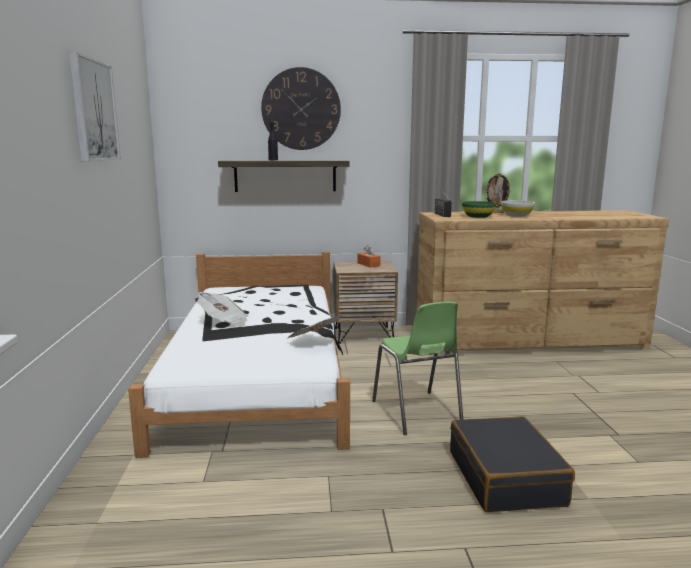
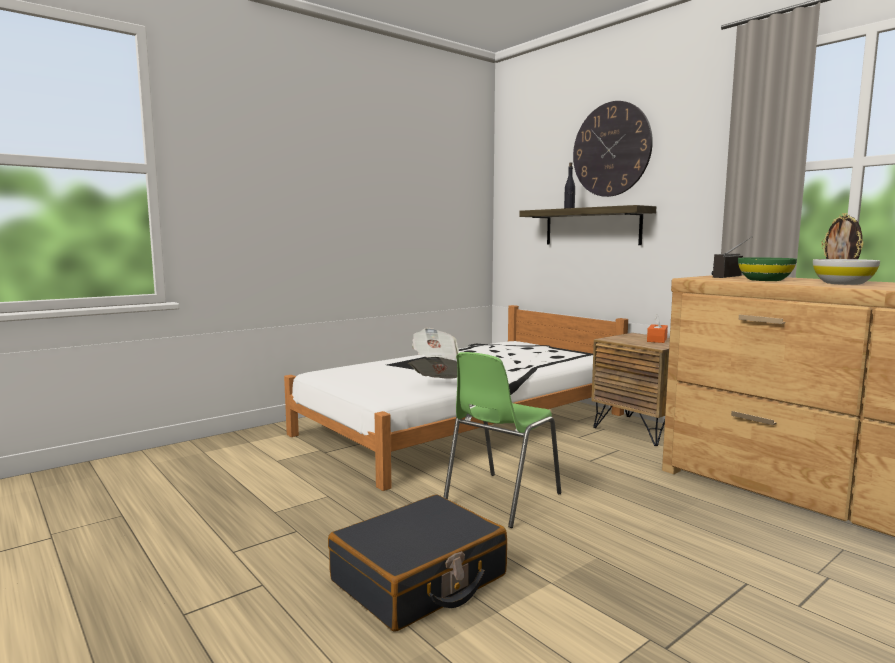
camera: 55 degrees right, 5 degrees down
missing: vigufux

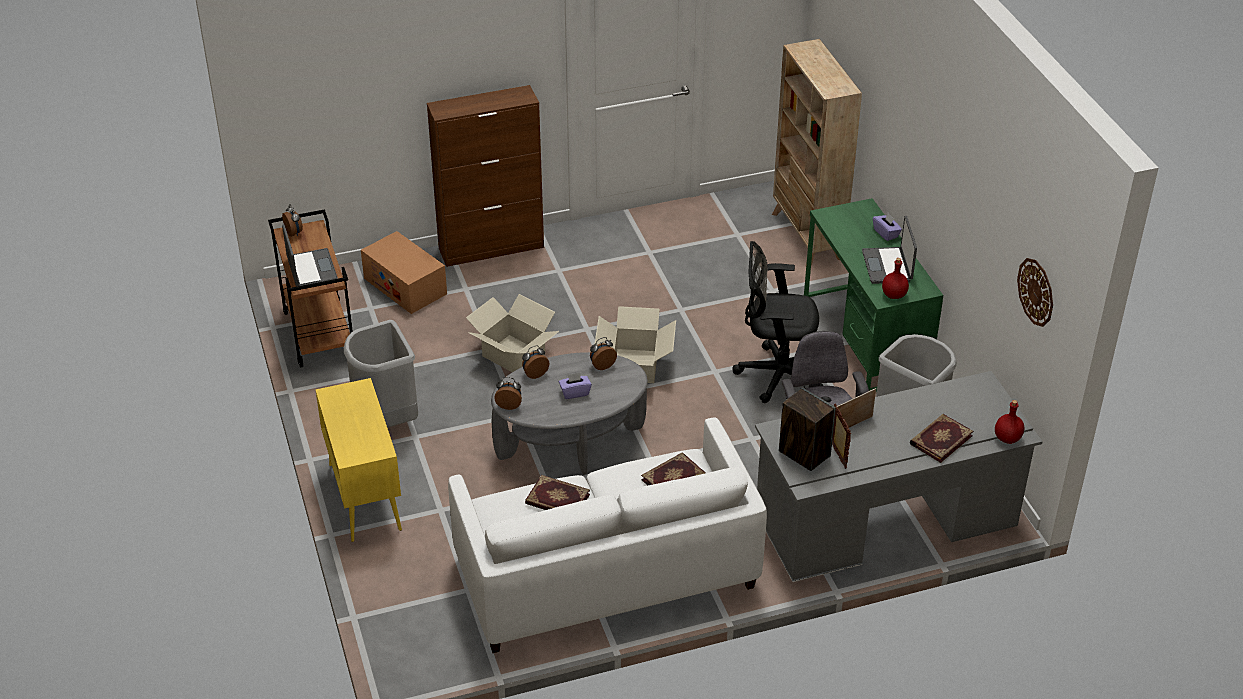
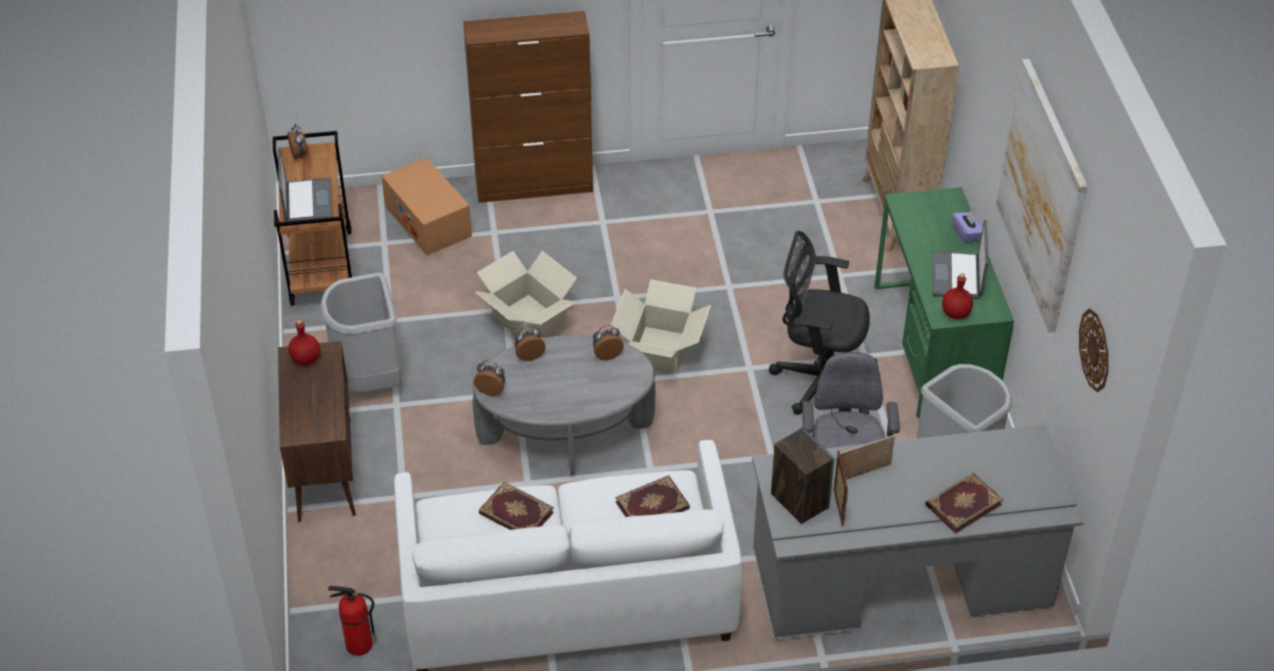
camera: 10 degrees right, 5 degrees up
missing: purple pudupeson (no. 1 from left)
appeared: vigufux; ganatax
relocated: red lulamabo (no. 2 from left in the first image) to red lulamabo (no. 1 from left)
colour: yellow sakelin to brown sakelin (no. 1 from left)

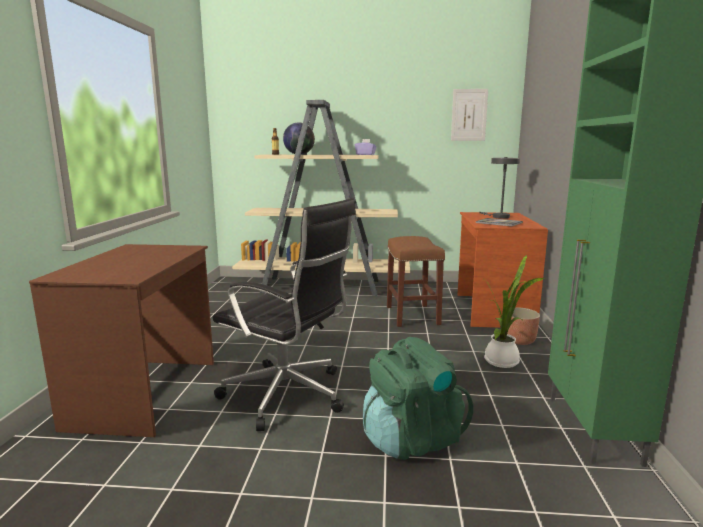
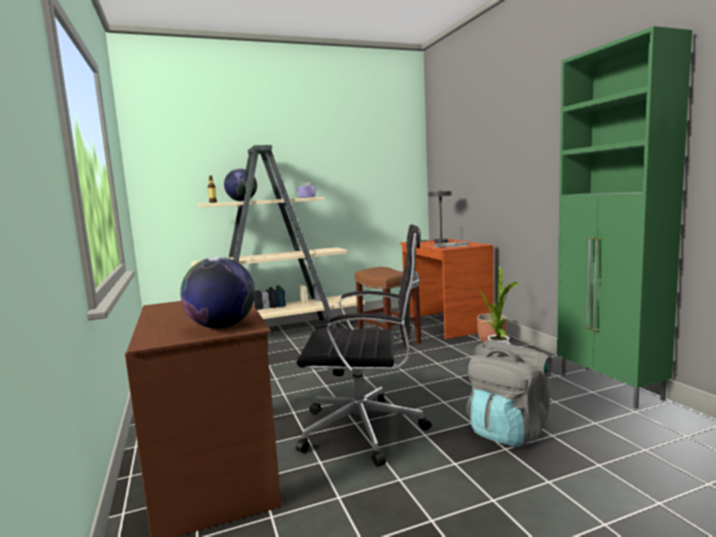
camera: 25 degrees left, 5 degrees down
missing: vigufux
appeared: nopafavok (no. 1 from left)
colour: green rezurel to grey rezurel

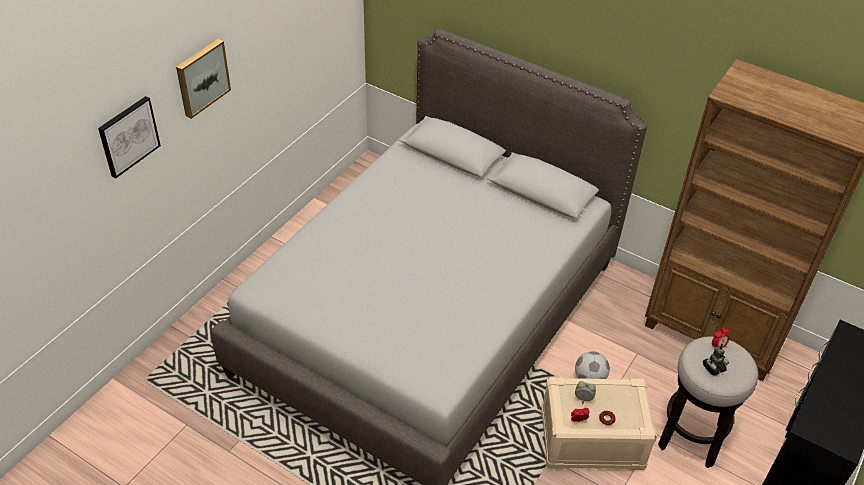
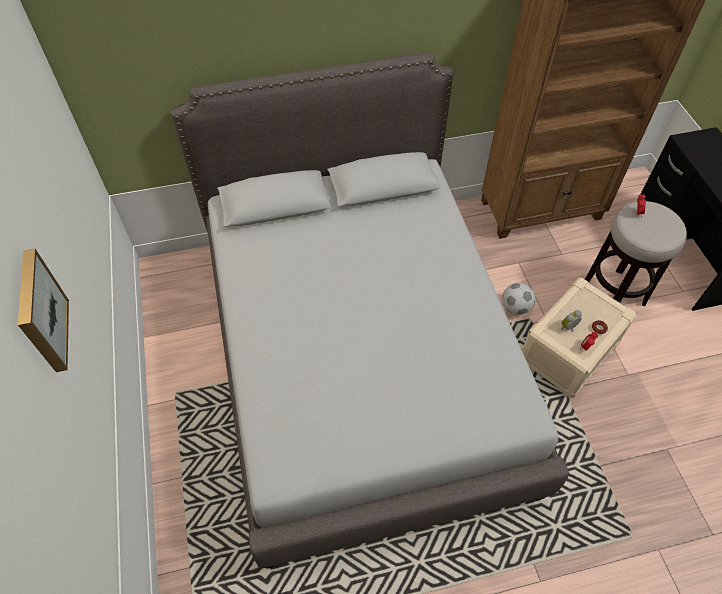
camera: 45 degrees left, 10 degrees up
missing: vigufux (no. 1 from left); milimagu

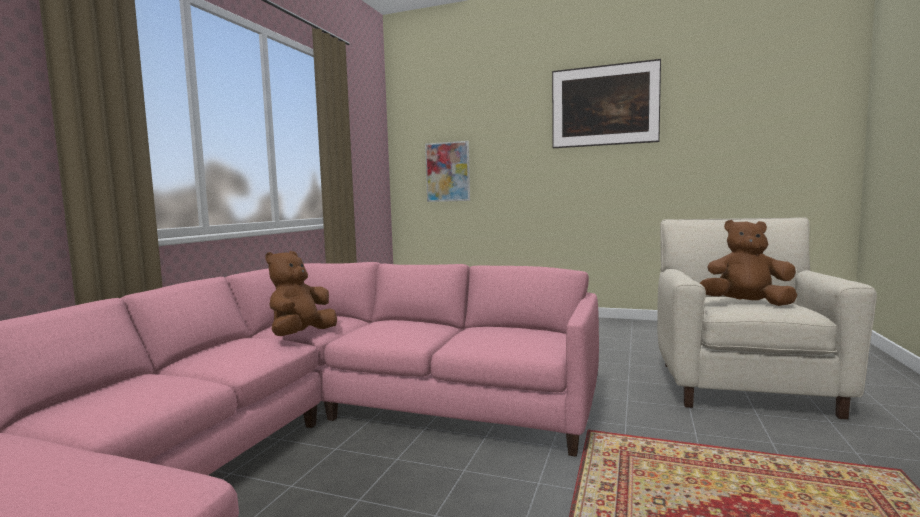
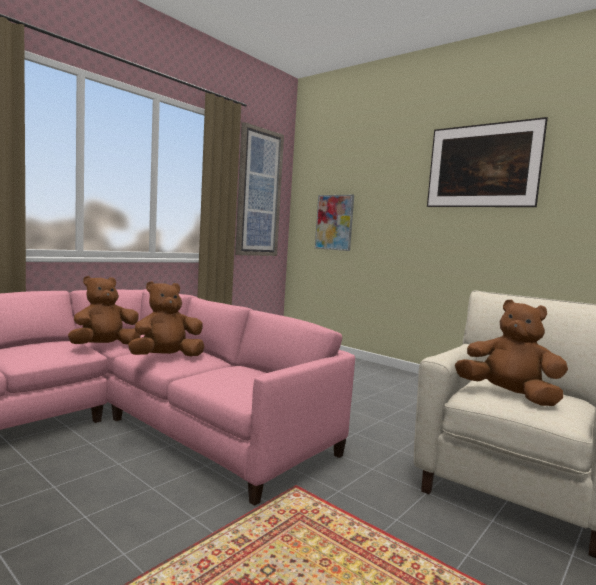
camera: 20 degrees right, 0 degrees up
appeared: vigufux (no. 1 from left); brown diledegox (no. 2 from left)

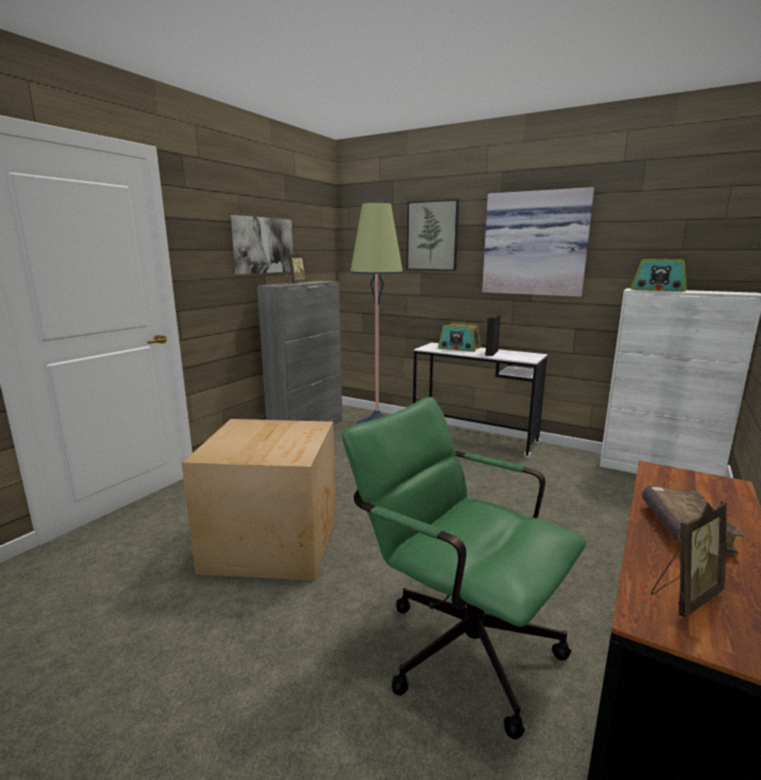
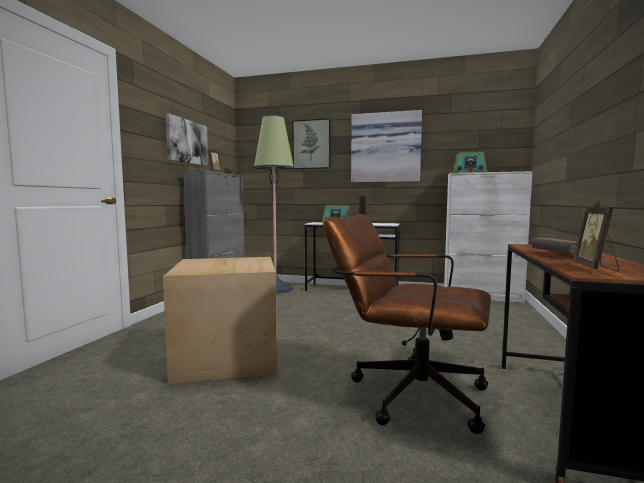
camera: 15 degrees left, 10 degrees down
colour: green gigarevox to brown gigarevox
spun: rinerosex (no. 2 from left) 150 degrees clockwise

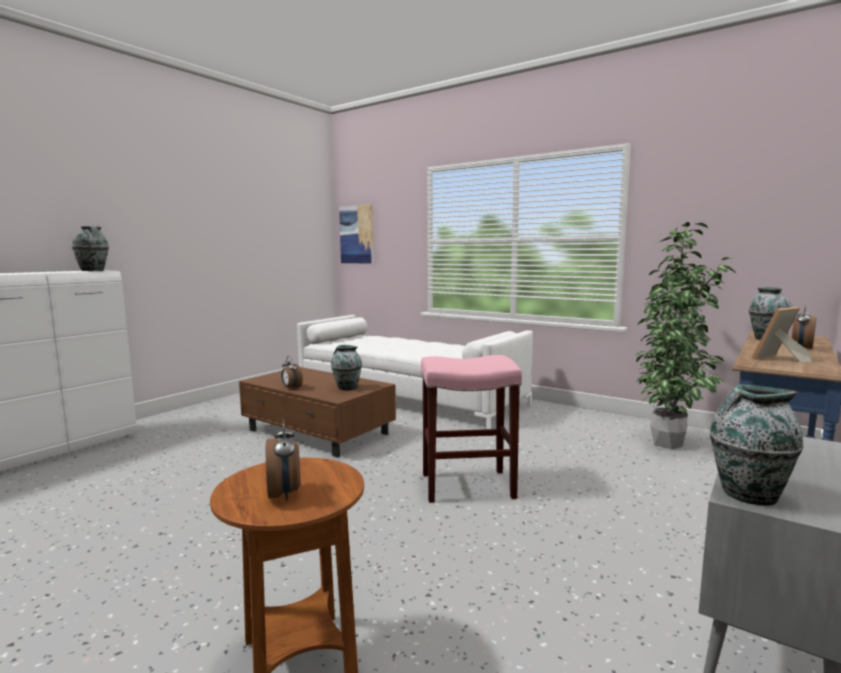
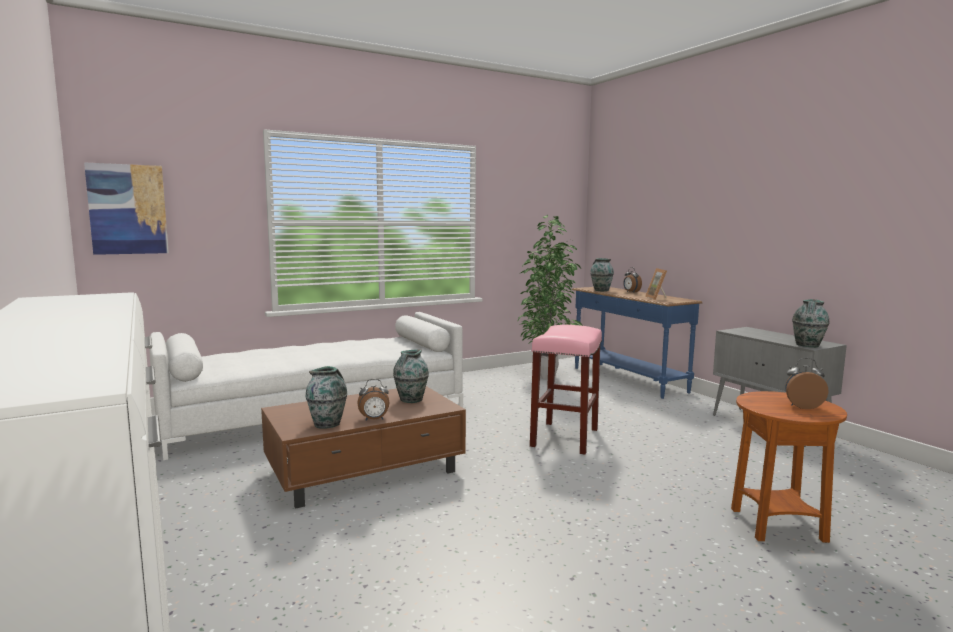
camera: 65 degrees left, 0 degrees up
relocated: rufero (no. 1 from left)

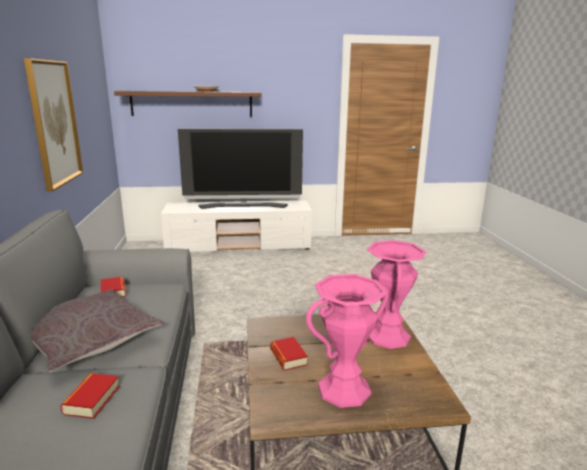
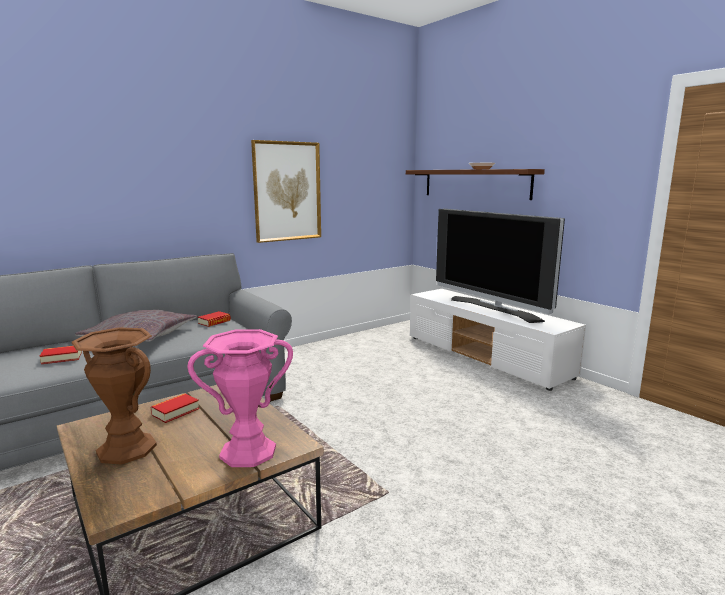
camera: 60 degrees right, 5 degrees down
colour: pink rufero (no. 1 from left) to brown rufero

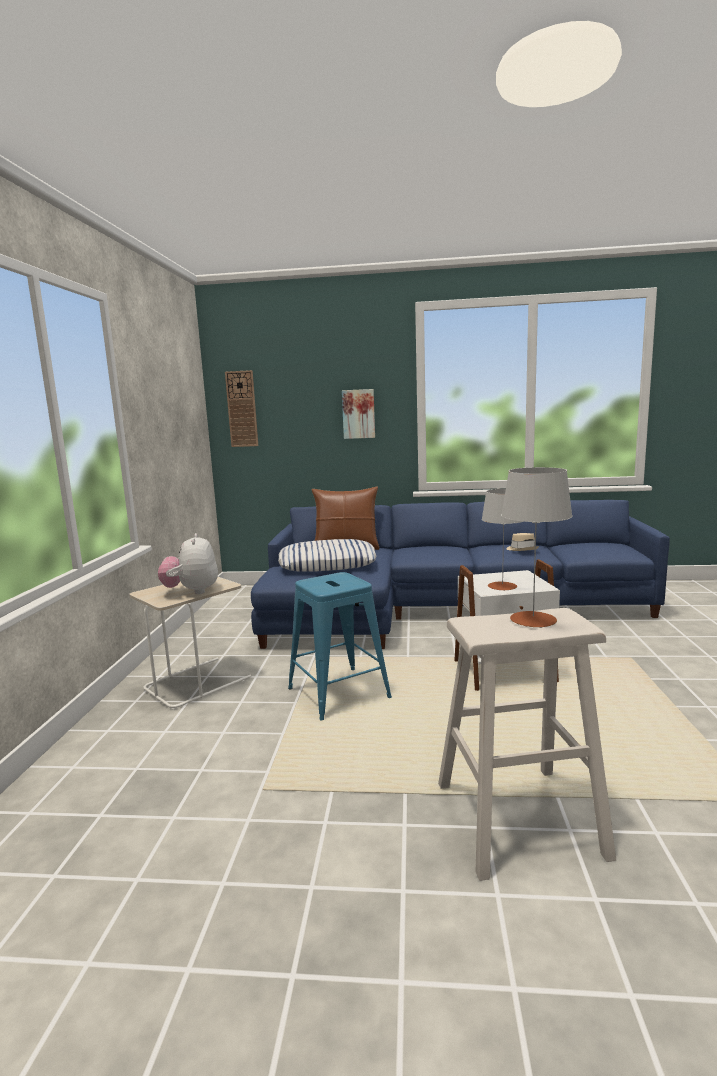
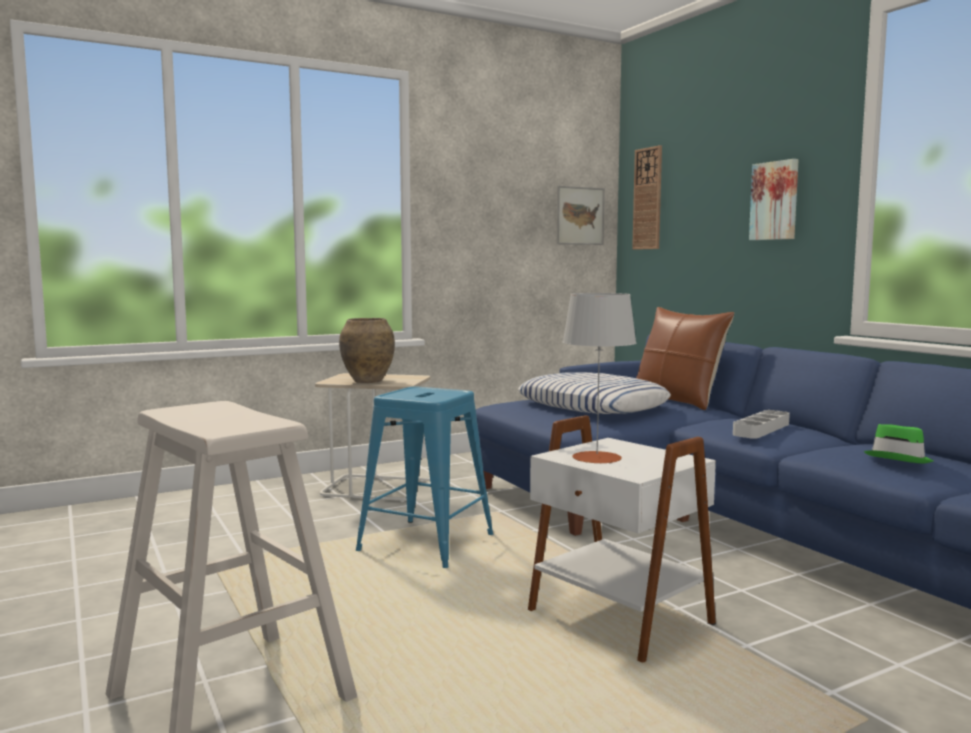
camera: 55 degrees right, 5 degrees down
missing: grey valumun (no. 2 from left)
appeared: vigufux (no. 1 from left); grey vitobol
exchanged: diledegox to brown rufero
colour: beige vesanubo to green vesanubo

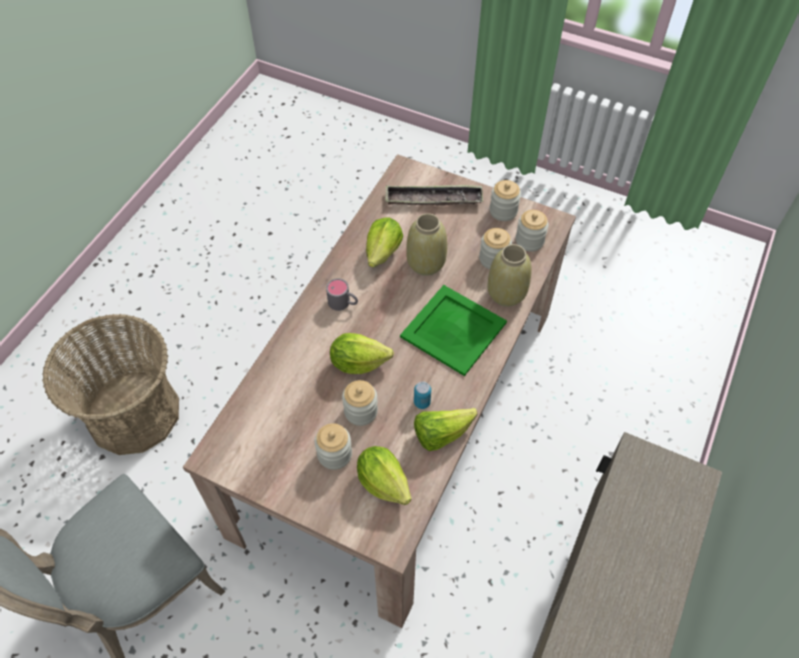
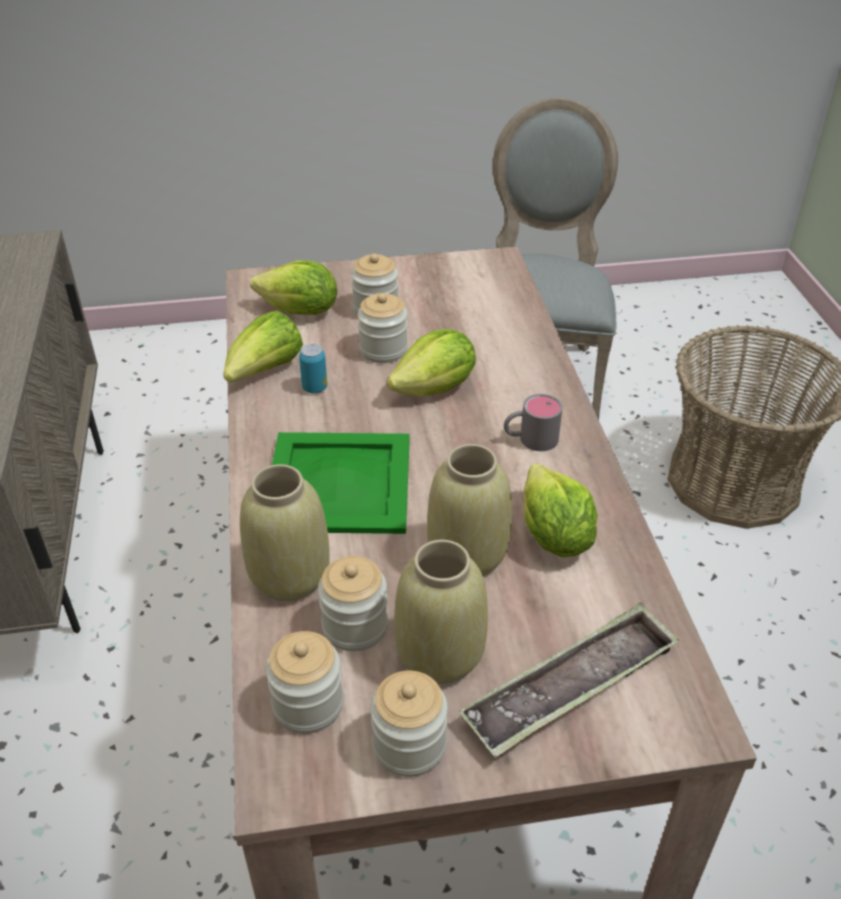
camera: 145 degrees right, 15 degrees down
appeared: beige rufero (no. 2 from left)

